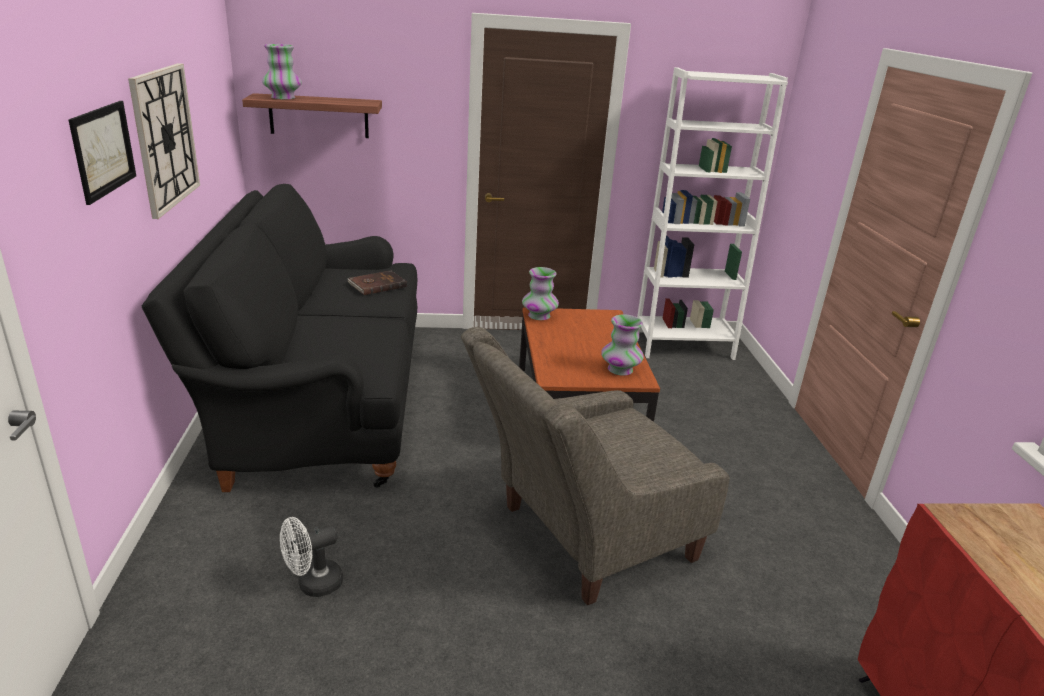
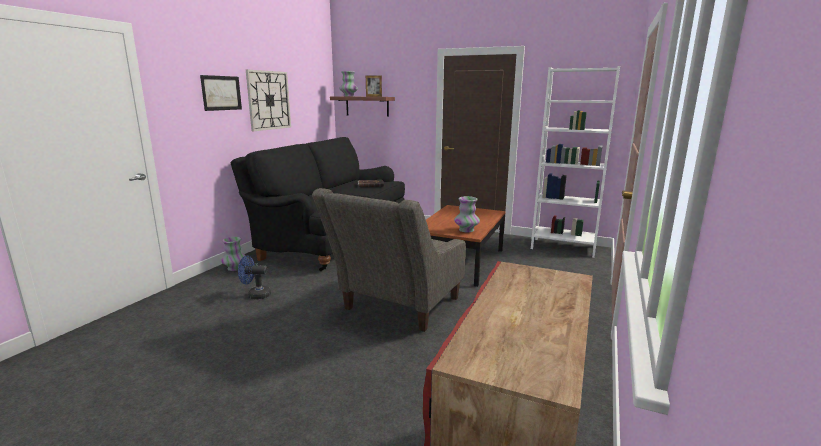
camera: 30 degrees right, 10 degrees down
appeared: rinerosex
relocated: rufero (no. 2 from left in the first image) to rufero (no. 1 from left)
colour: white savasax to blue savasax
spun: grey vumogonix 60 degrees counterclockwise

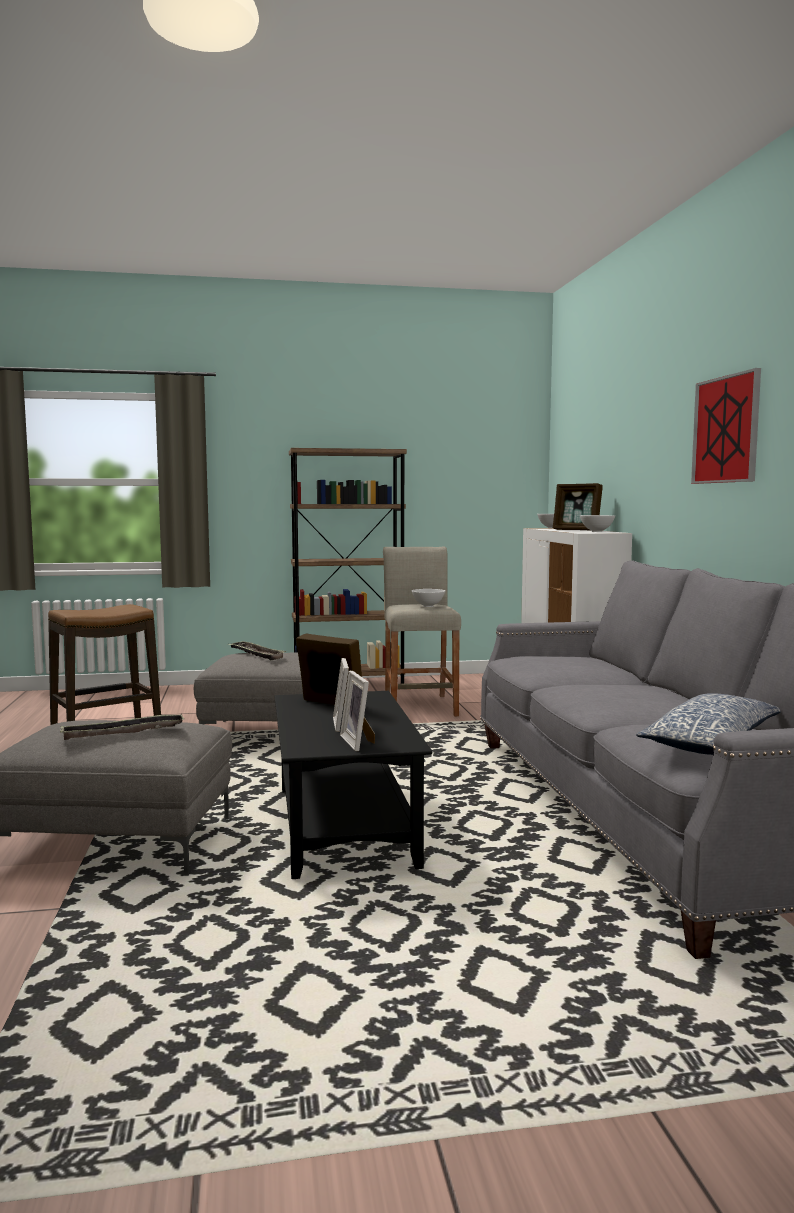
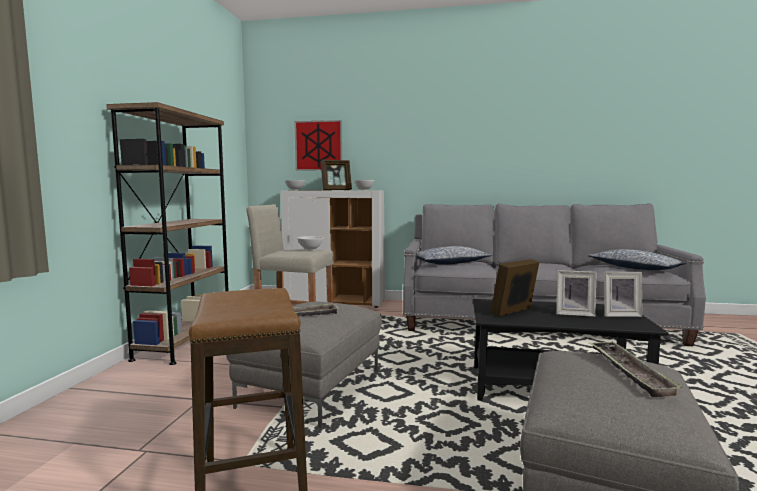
camera: 70 degrees left, 0 degrees up
appeared: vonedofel (no. 1 from left)
relocated: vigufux

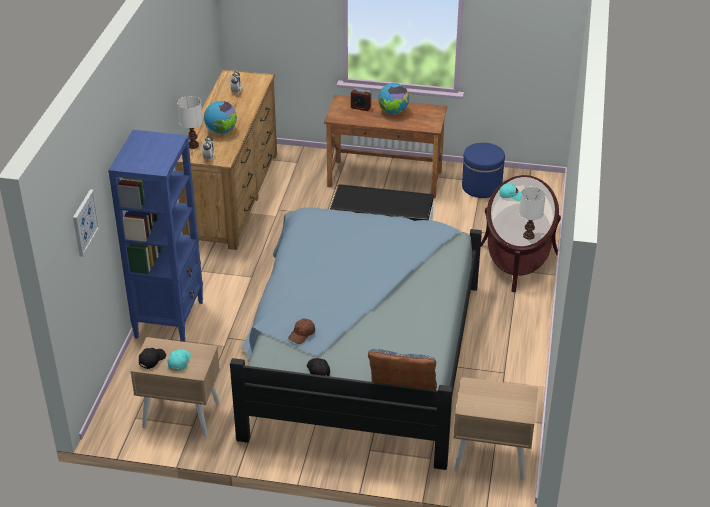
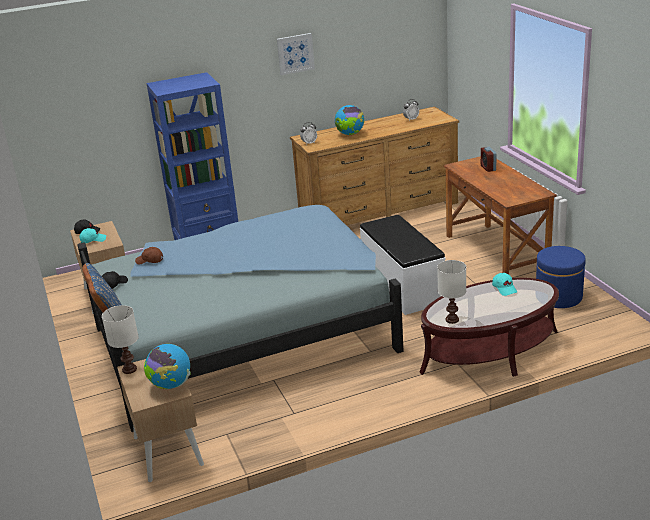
camera: 60 degrees right, 10 degrees down
relocated: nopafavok (no. 2 from left in the first image) to nopafavok (no. 1 from left); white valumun (no. 1 from left); vigufux

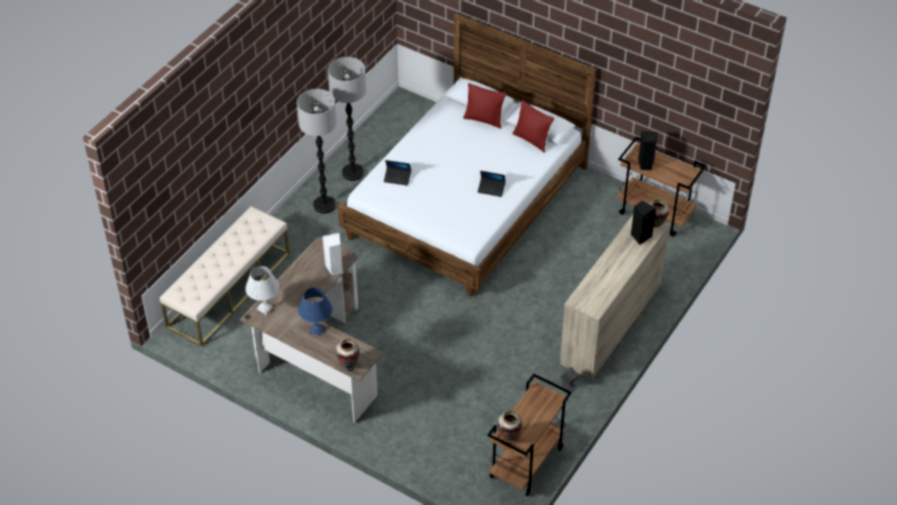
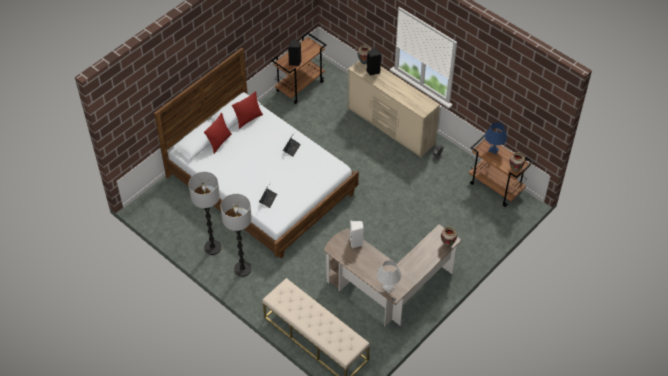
camera: 80 degrees left, 5 degrees up
relocated: blue valumun

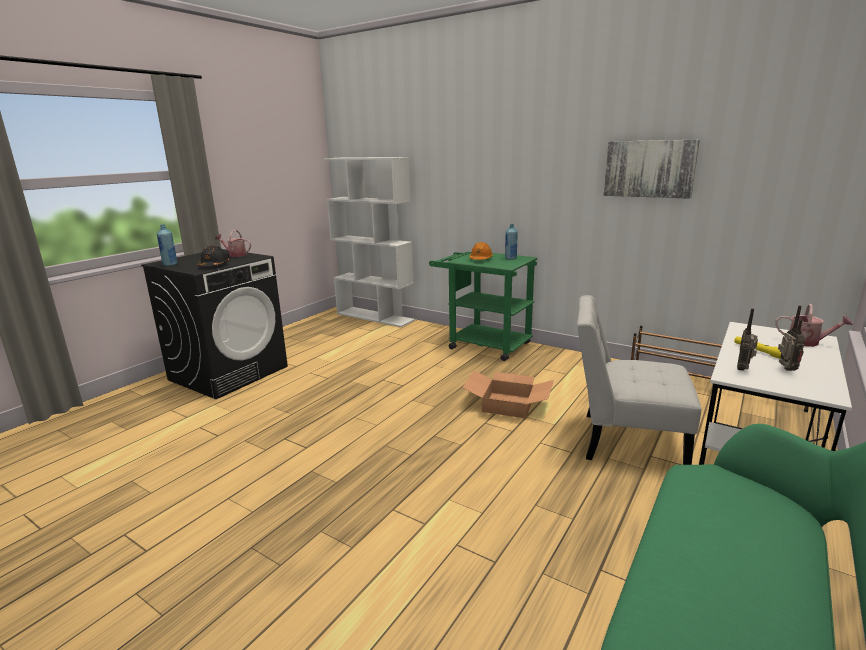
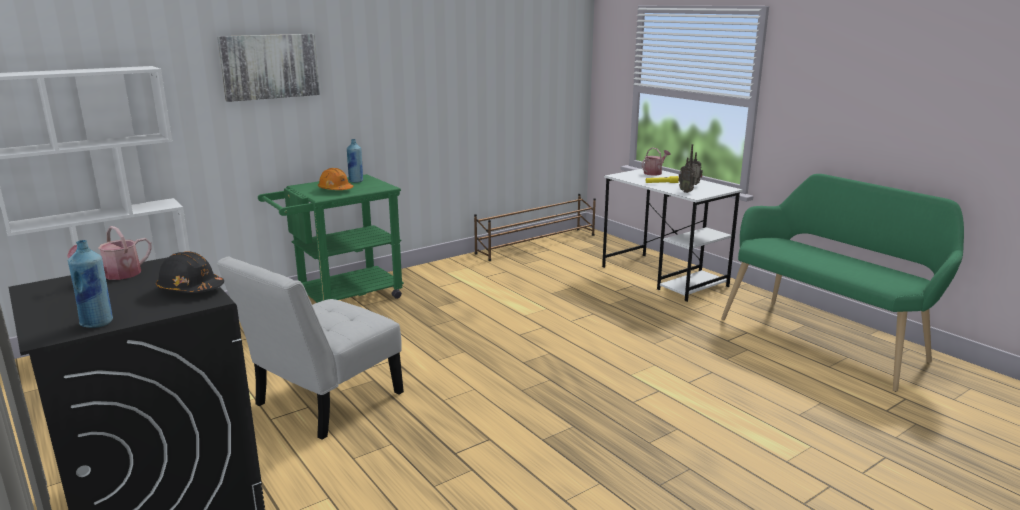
camera: 70 degrees left, 0 degrees up
missing: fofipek
relocated: vigufux; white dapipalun

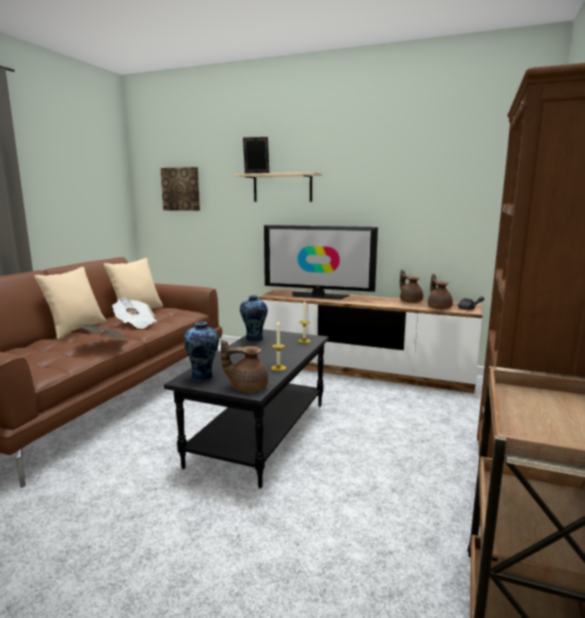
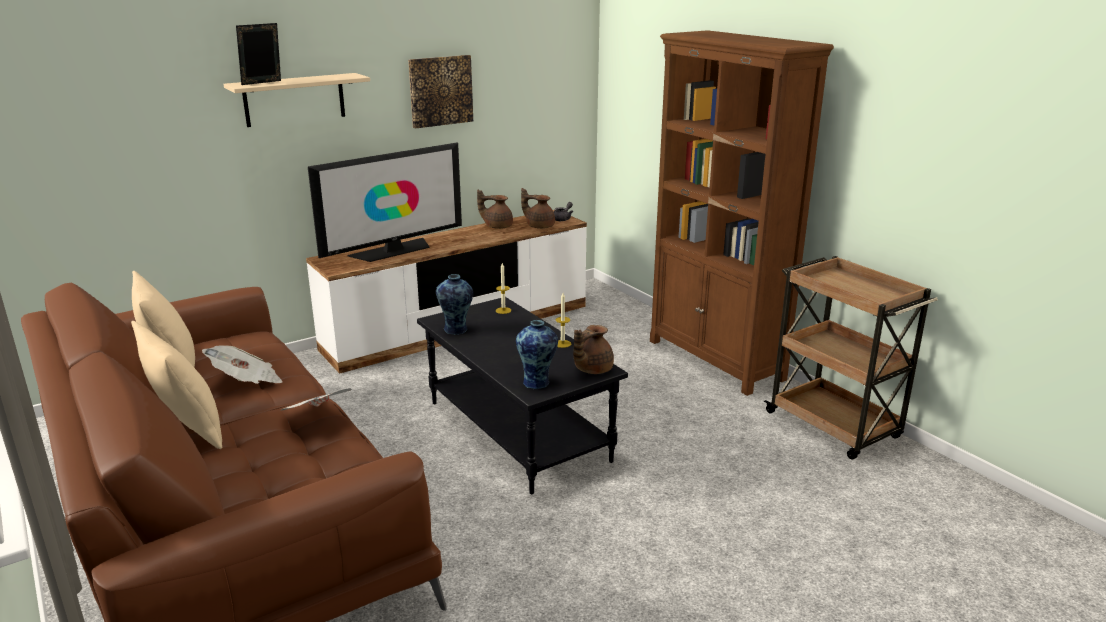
camera: 55 degrees left, 10 degrees up
relocated: vigufux

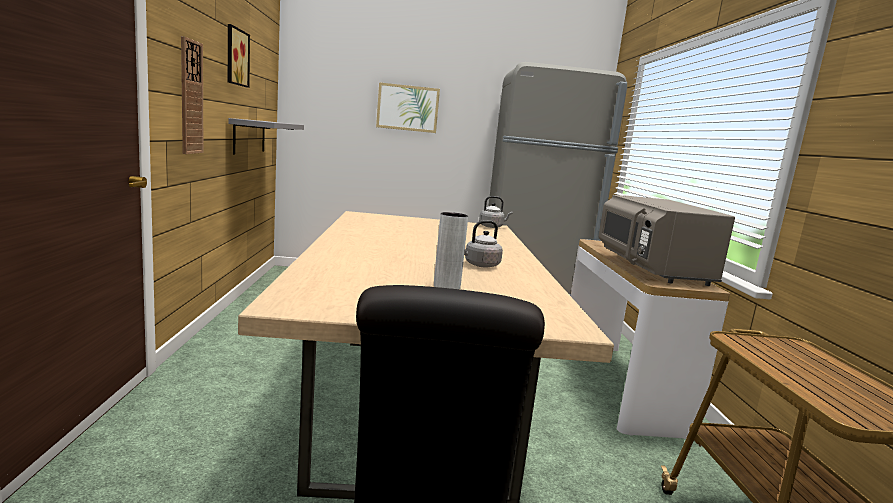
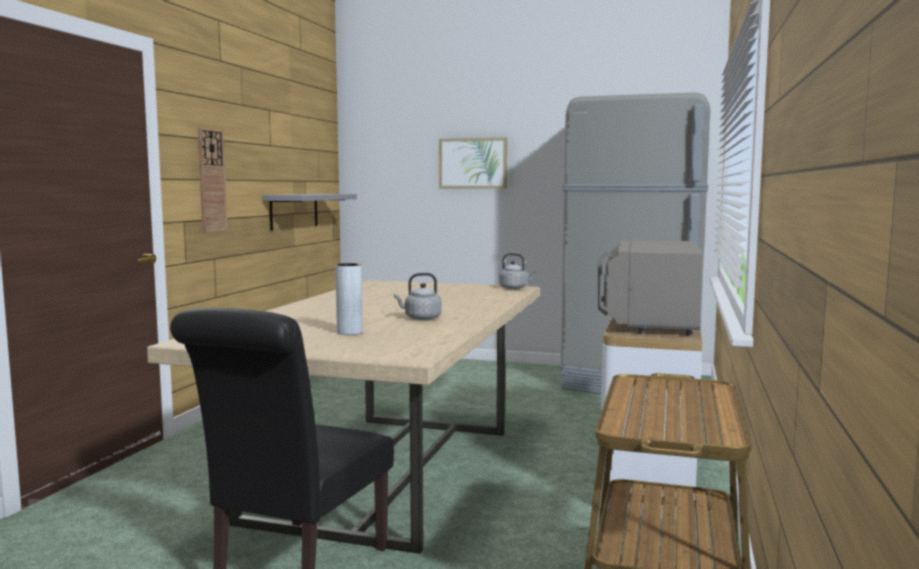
camera: 20 degrees right, 5 degrees down
missing: vigufux (no. 1 from left)

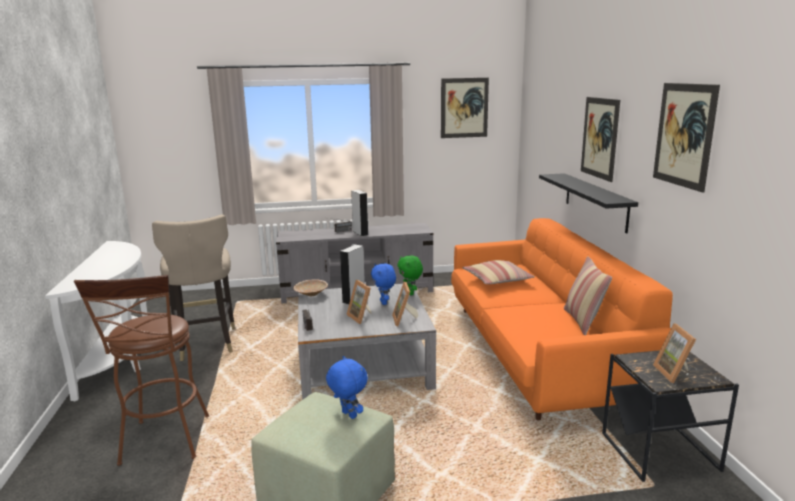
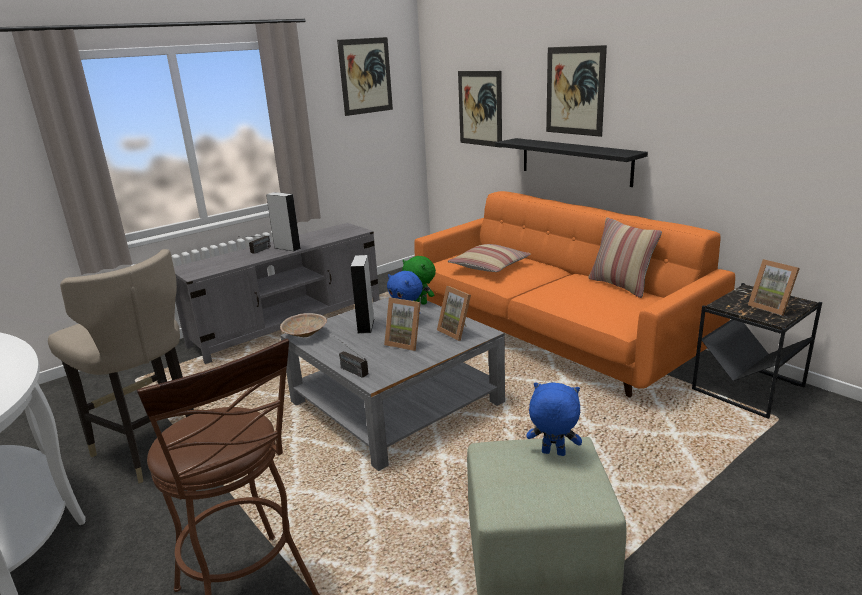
camera: 30 degrees left, 5 degrees up
relocated: vigufux (no. 3 from left in the first image) to vigufux (no. 2 from left)

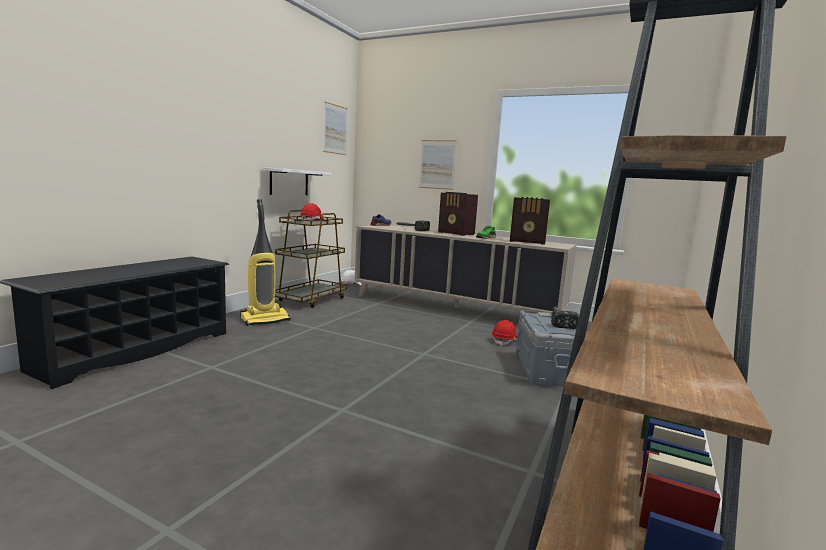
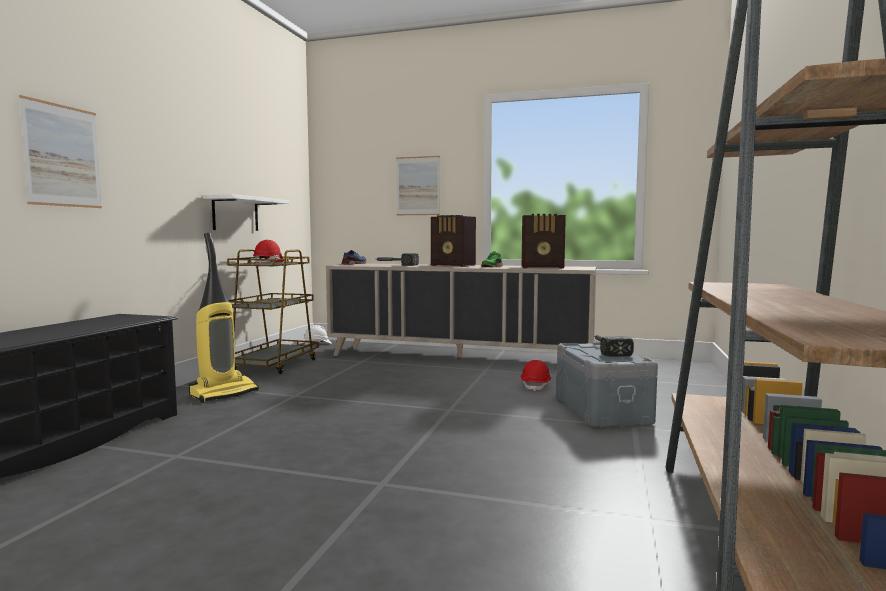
camera: 10 degrees left, 5 degrees down
relocated: vigufux (no. 1 from left)

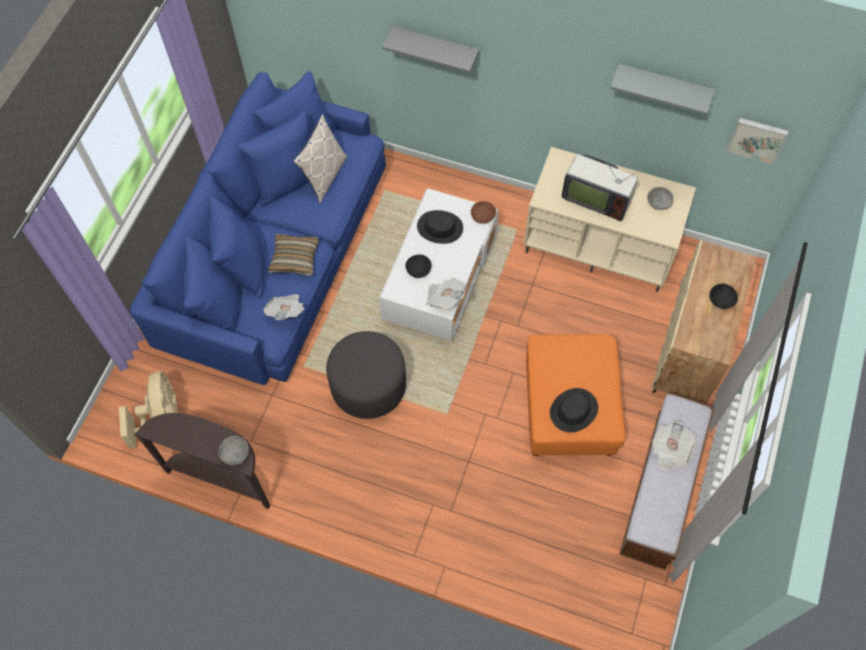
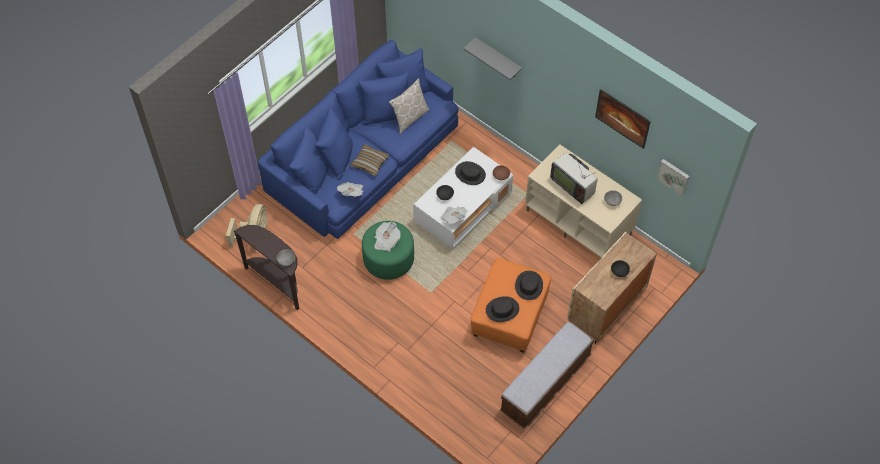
camera: 20 degrees right, 5 degrees down
appeared: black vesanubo (no. 3 from left)
relocated: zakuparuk (no. 3 from left in the first image) to zakuparuk (no. 2 from left)
exchanged: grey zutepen (no. 2 from left) to vigufux (no. 1 from left)
colour: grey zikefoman to green zikefoman

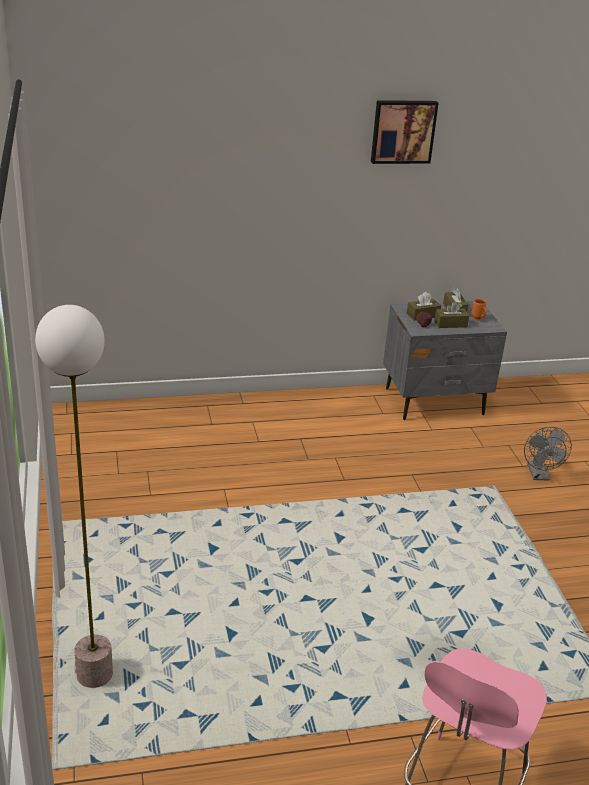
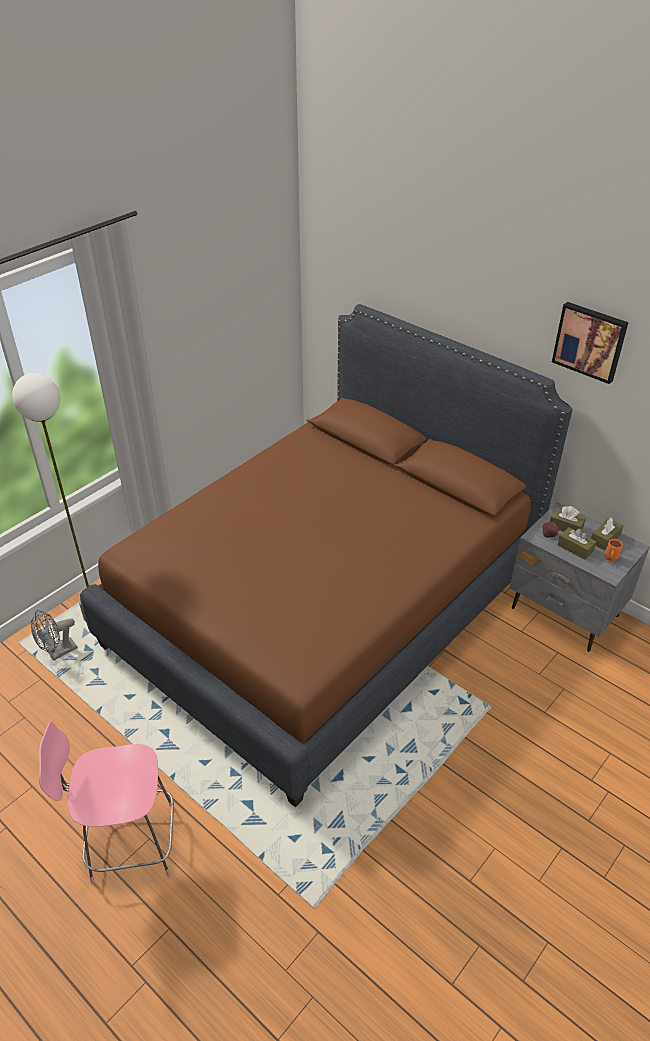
camera: 55 degrees right, 10 degrees up
appeared: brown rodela
relocated: grey savasax

